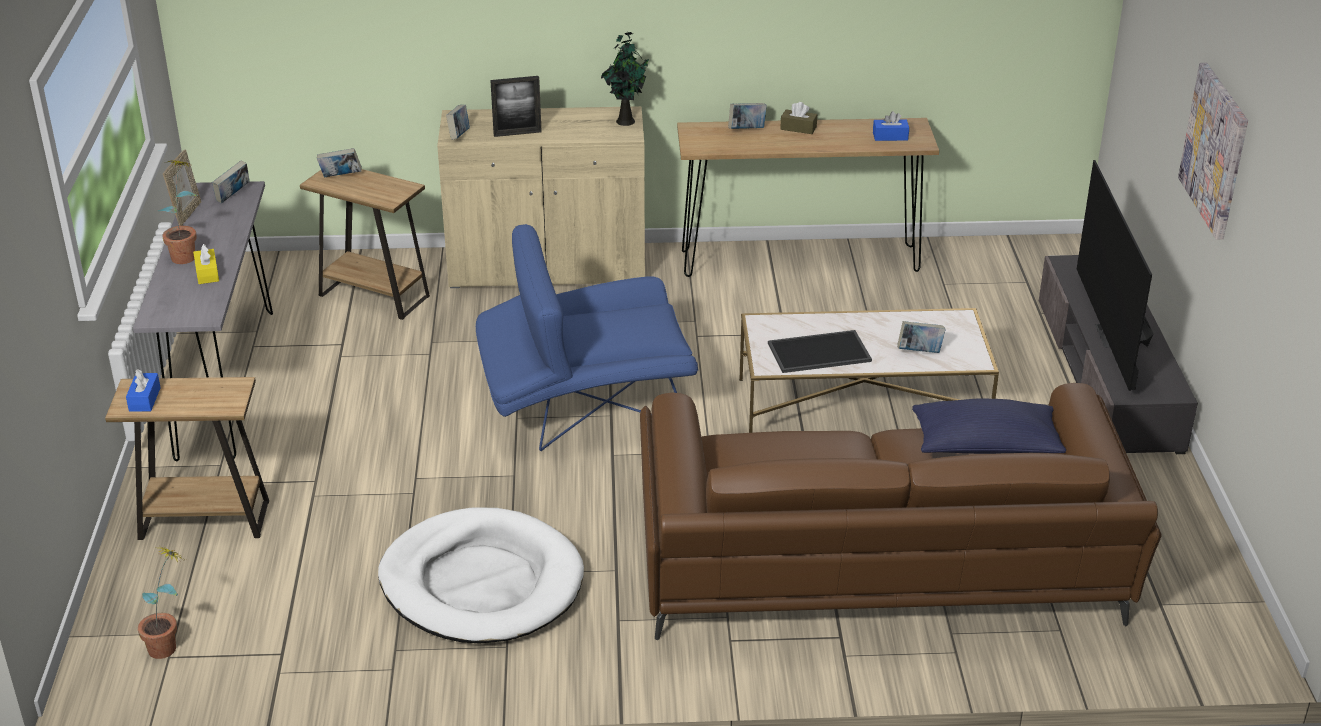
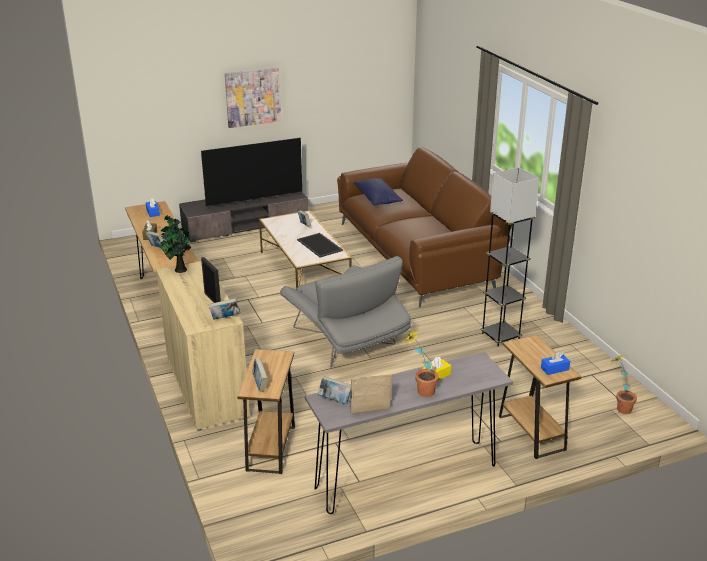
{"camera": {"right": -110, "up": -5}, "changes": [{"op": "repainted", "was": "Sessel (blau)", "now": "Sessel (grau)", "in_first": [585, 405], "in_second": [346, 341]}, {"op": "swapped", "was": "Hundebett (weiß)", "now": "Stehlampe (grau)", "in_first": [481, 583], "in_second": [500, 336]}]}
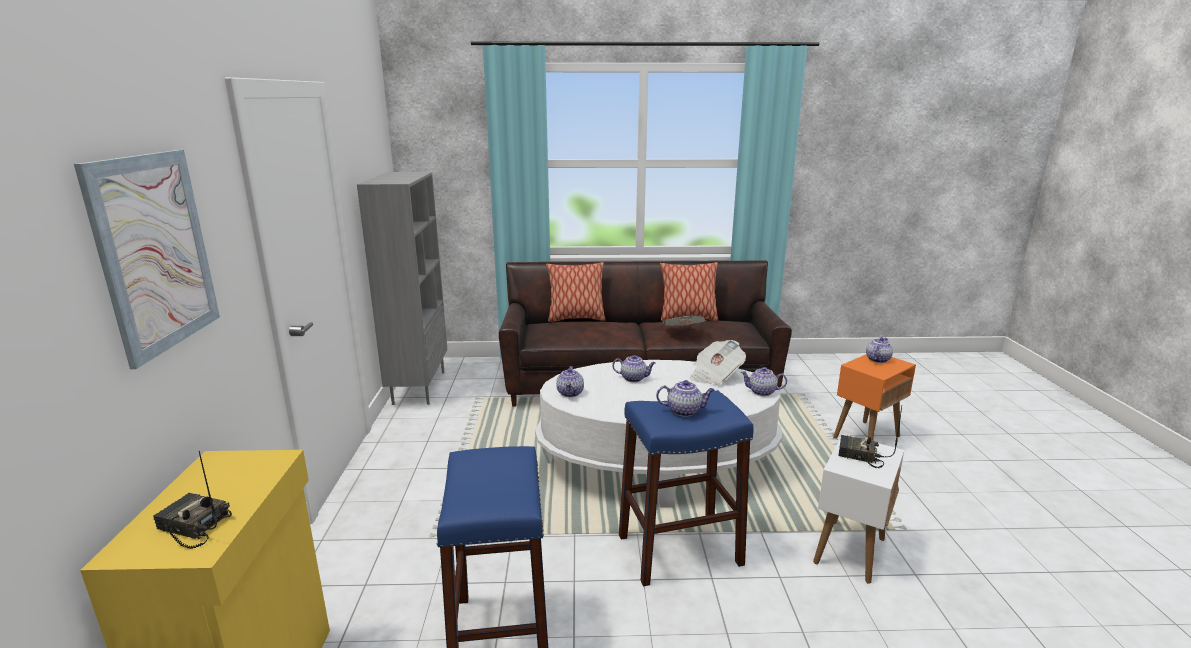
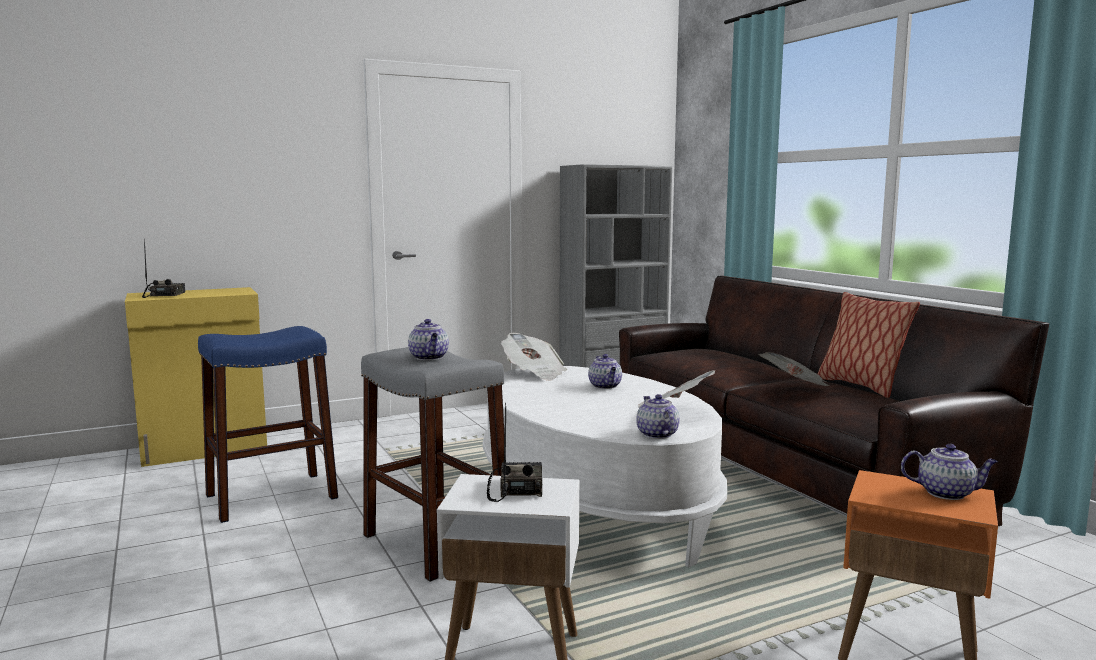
{"camera": {"right": 65, "up": -10}, "changes": [{"op": "gone", "was": "Bild", "in_first": [155, 252]}, {"op": "gone", "was": "Kissen", "in_first": [576, 318]}, {"op": "swapped", "was": "Teekanne", "now": "Zeitung", "in_first": [570, 393], "in_second": [534, 374]}, {"op": "repainted", "was": "Hocker (blau)", "now": "Hocker (grau)", "in_first": [680, 549], "in_second": [435, 543]}]}
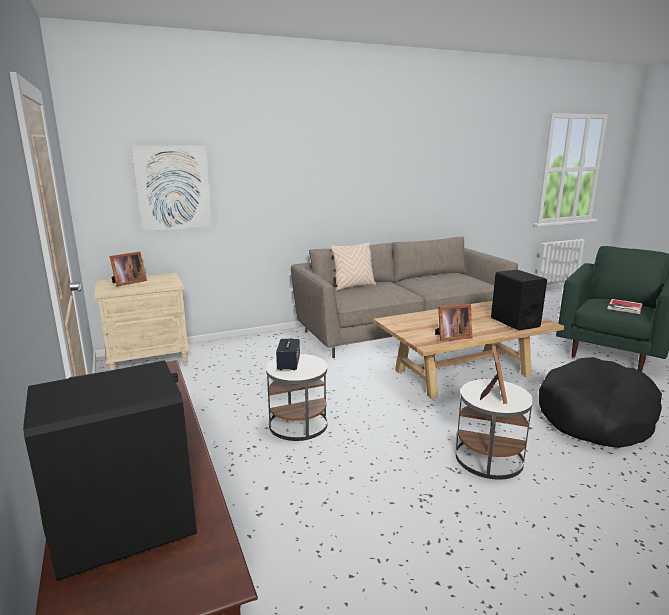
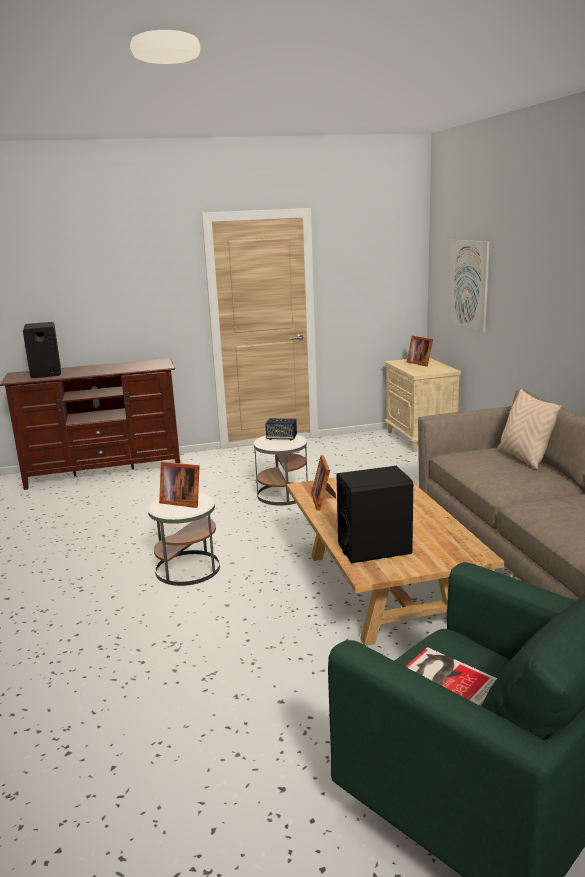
{"camera": {"right": 100, "up": 0}, "changes": [{"op": "gone", "was": "Hundebett (schwarz)", "in_first": [596, 417]}]}
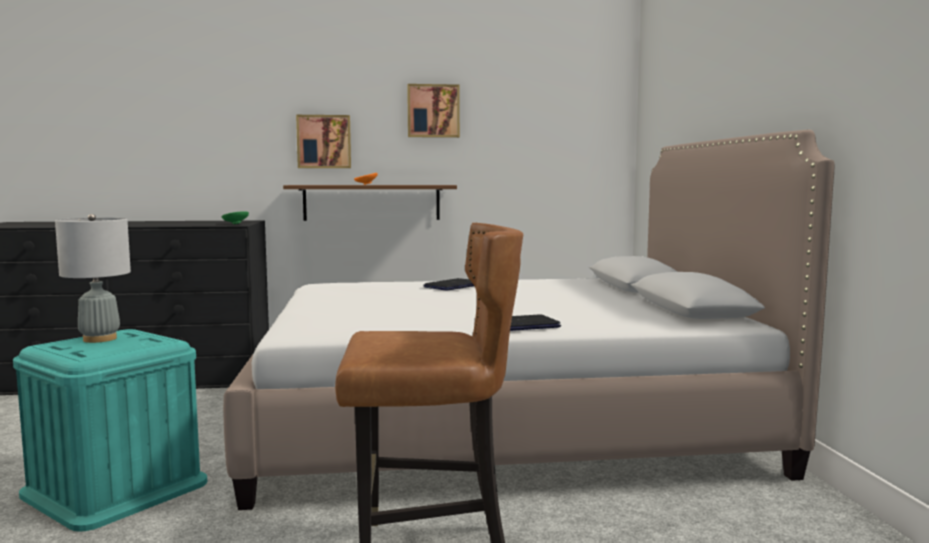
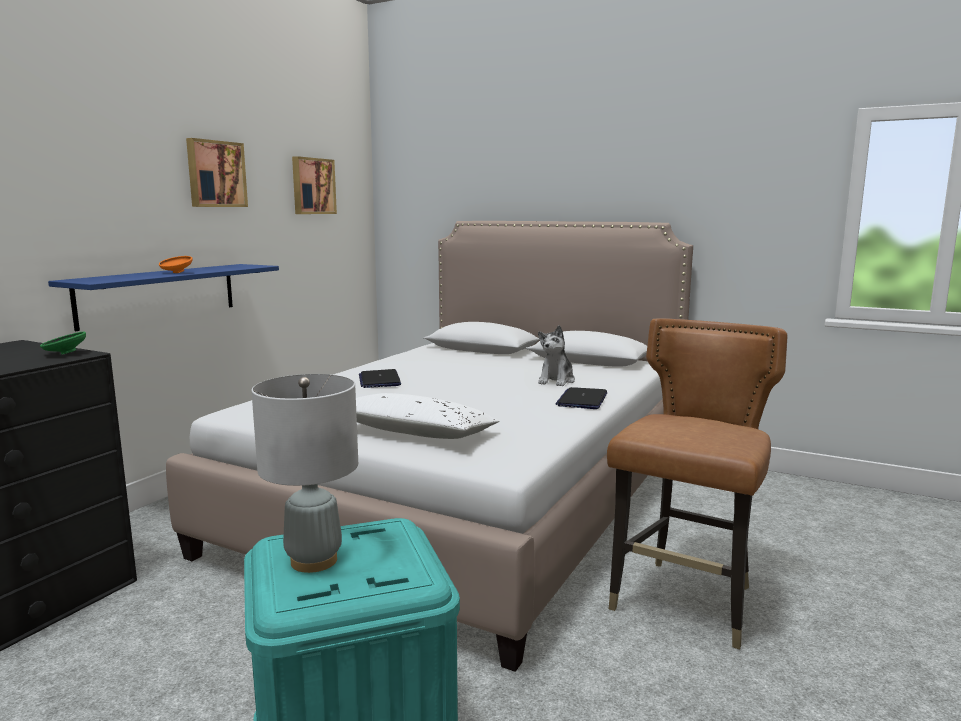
{"camera": {"right": -55, "up": 5}, "changes": [{"op": "shifted", "was": "Bild", "in_first": [324, 141], "in_second": [312, 186]}, {"op": "repainted", "was": "Wandregal (braun)", "now": "Wandregal (blau)", "in_first": [372, 202], "in_second": [159, 294]}, {"op": "new", "now": "Plüschtier", "in_second": [556, 381]}, {"op": "new", "now": "Kissen (weiß)", "in_second": [414, 433]}]}
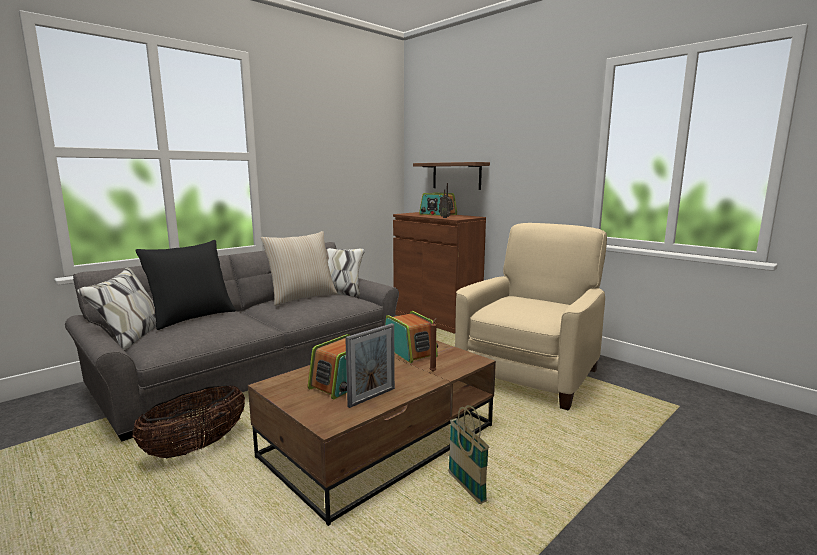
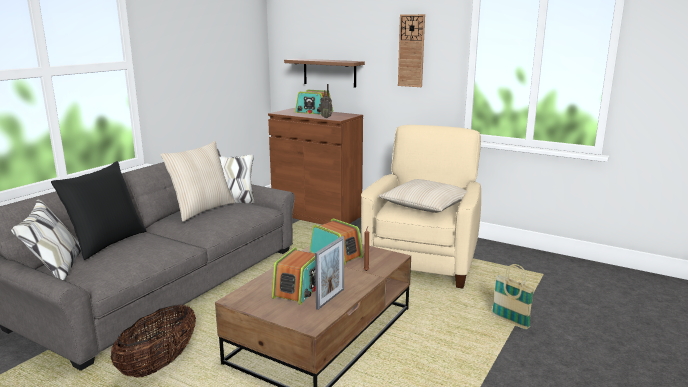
{"camera": {"right": -15, "up": 5}, "changes": [{"op": "shifted", "was": "Korb", "in_first": [466, 488], "in_second": [510, 322]}, {"op": "new", "now": "Wanduhr", "in_second": [411, 51]}, {"op": "new", "now": "Kissen (beige)", "in_second": [425, 205]}]}
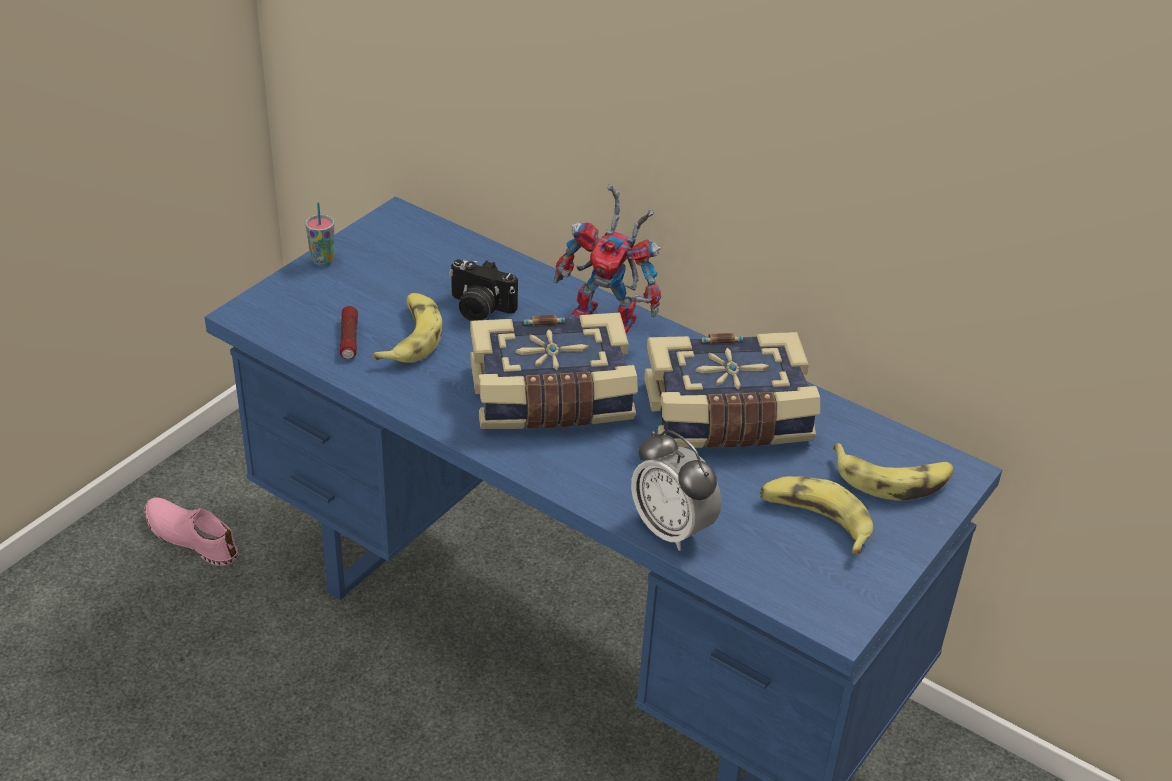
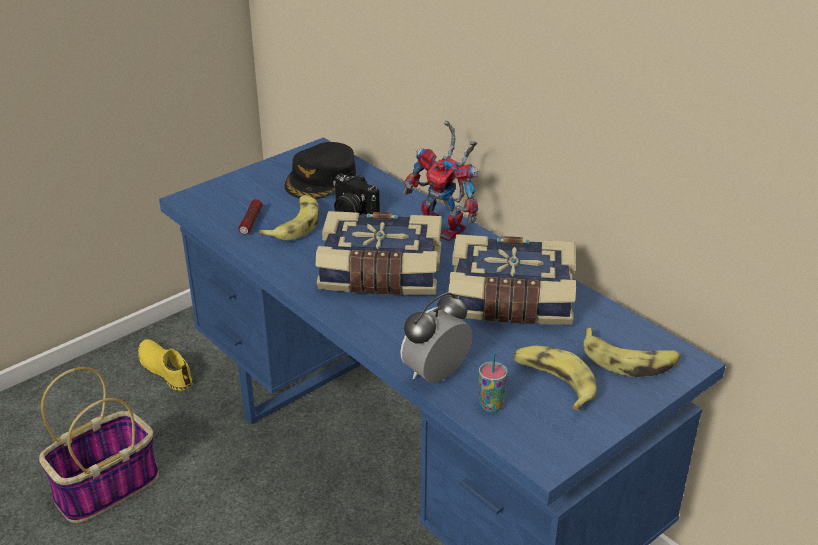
{"camera": {"right": 15, "up": -5}, "changes": [{"op": "shifted", "was": "Tasse", "in_first": [322, 261], "in_second": [490, 406]}, {"op": "rotated", "was": "Wecker", "in_first": [672, 529], "in_second": [436, 375], "clockwise": 75}, {"op": "repainted", "was": "Schuh (rosa)", "now": "Schuh (gelb)", "in_first": [191, 537], "in_second": [165, 369]}, {"op": "new", "now": "Kappe (schwarz)", "in_second": [321, 179]}, {"op": "new", "now": "Korb", "in_second": [107, 486]}]}
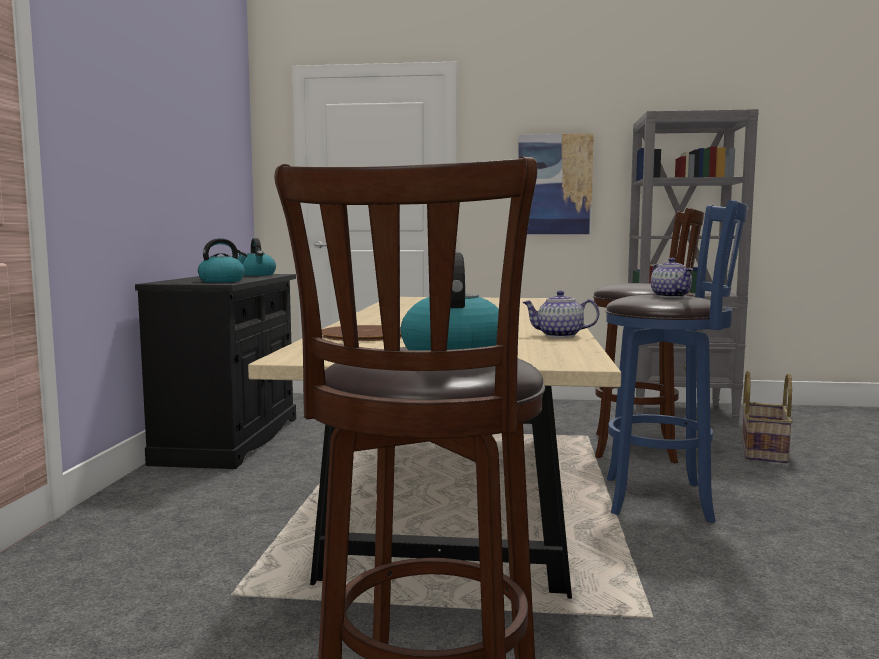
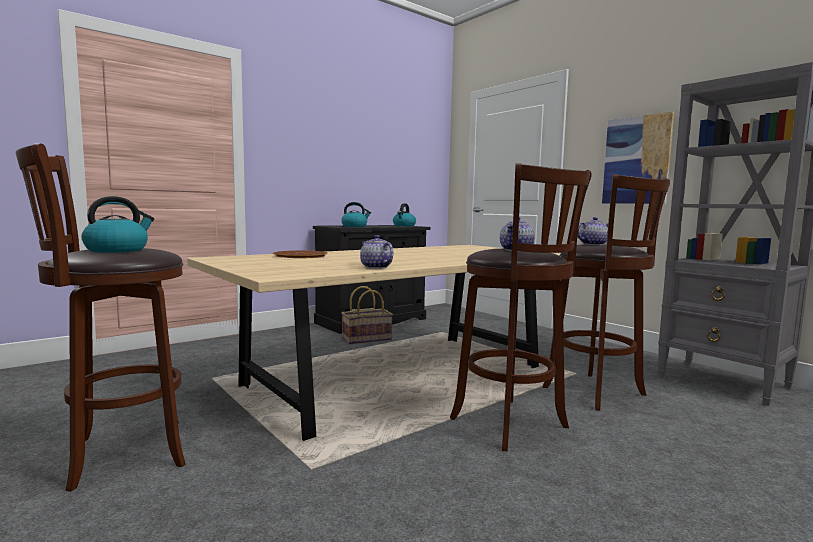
{"camera": {"right": 45, "up": 0}, "changes": [{"op": "repainted", "was": "Hocker (blau)", "now": "Hocker (braun)", "in_first": [664, 499], "in_second": [513, 425]}, {"op": "shifted", "was": "Korb", "in_first": [762, 451], "in_second": [366, 338]}, {"op": "new", "now": "Teekanne", "in_second": [592, 244]}]}
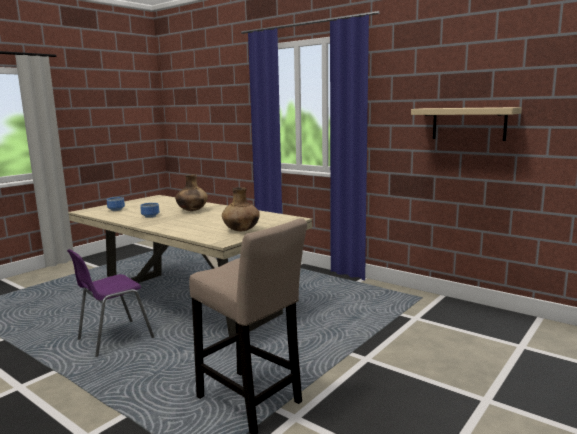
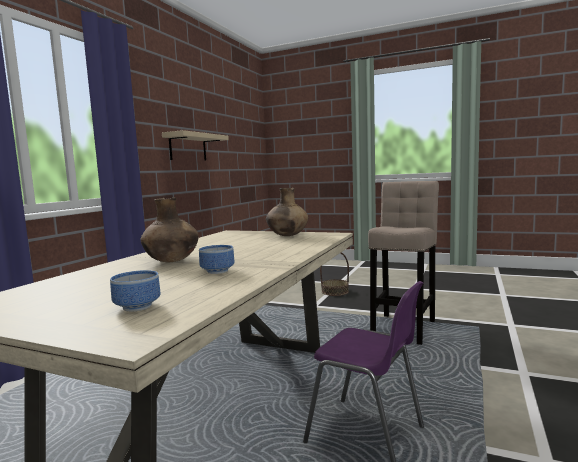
{"camera": {"right": -105, "up": -5}, "changes": [{"op": "new", "now": "Korb", "in_second": [335, 292]}]}
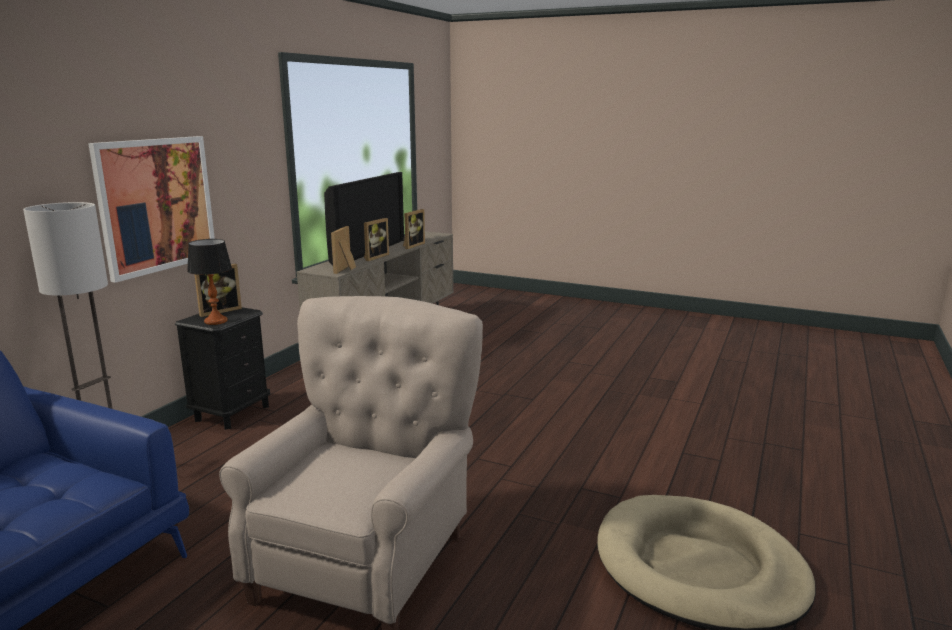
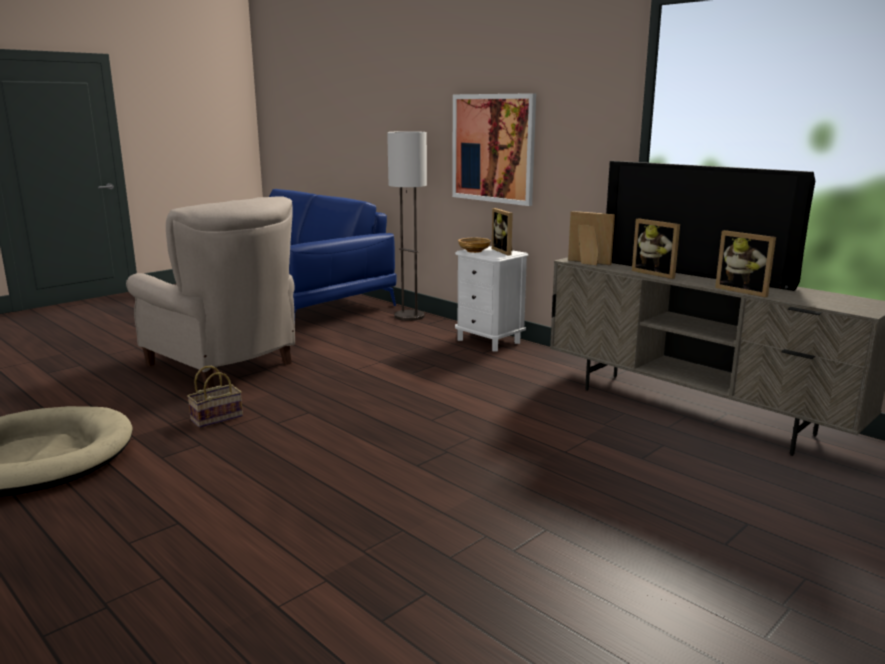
{"camera": {"right": 110, "up": 0}, "changes": [{"op": "swapped", "was": "Tischlampe", "now": "Schüssel (beige)", "in_first": [215, 321], "in_second": [474, 251]}, {"op": "repainted", "was": "Nachttisch (schwarz)", "now": "Nachttisch (weiß)", "in_first": [232, 413], "in_second": [488, 341]}, {"op": "new", "now": "Korb", "in_second": [217, 417]}]}
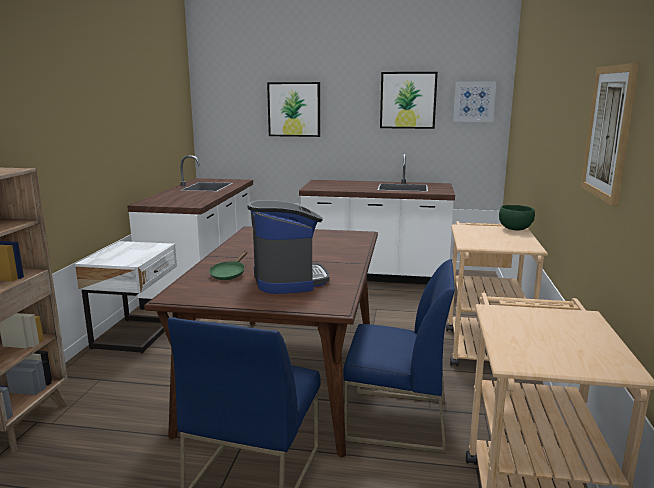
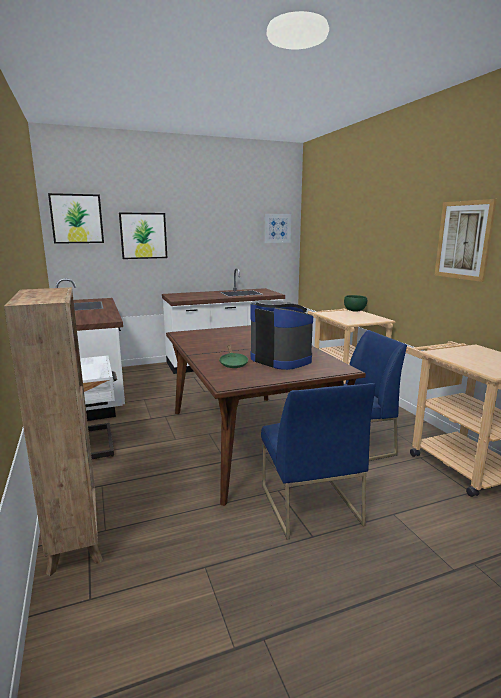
{"camera": {"right": -30, "up": 0}, "changes": [{"op": "shifted", "was": "Bild", "in_first": [408, 100], "in_second": [77, 219]}]}
